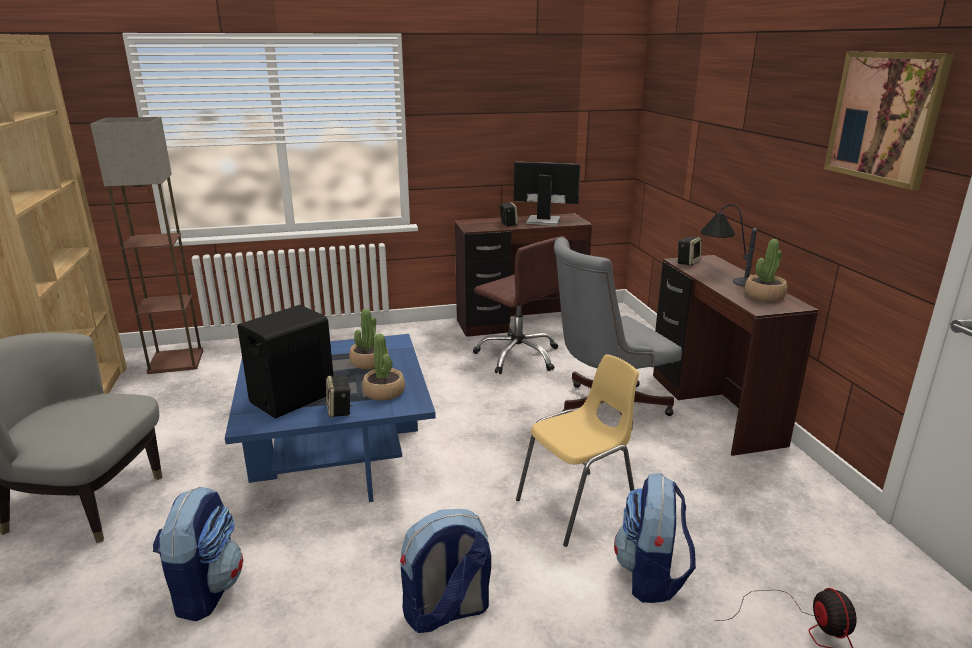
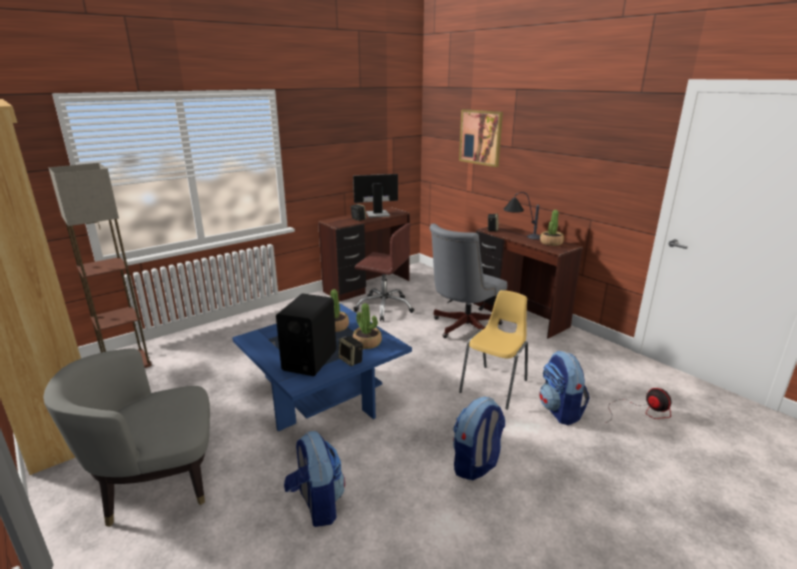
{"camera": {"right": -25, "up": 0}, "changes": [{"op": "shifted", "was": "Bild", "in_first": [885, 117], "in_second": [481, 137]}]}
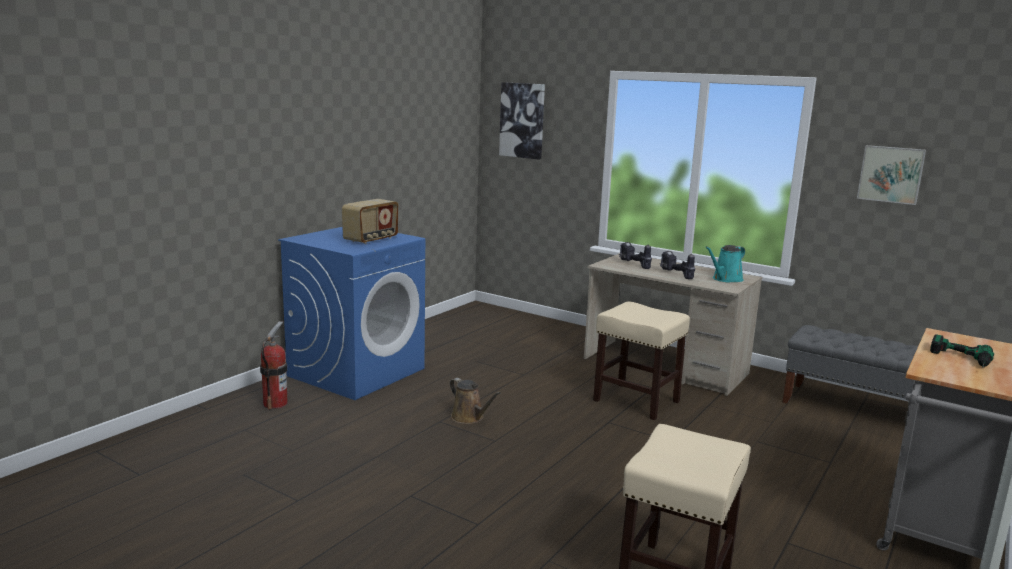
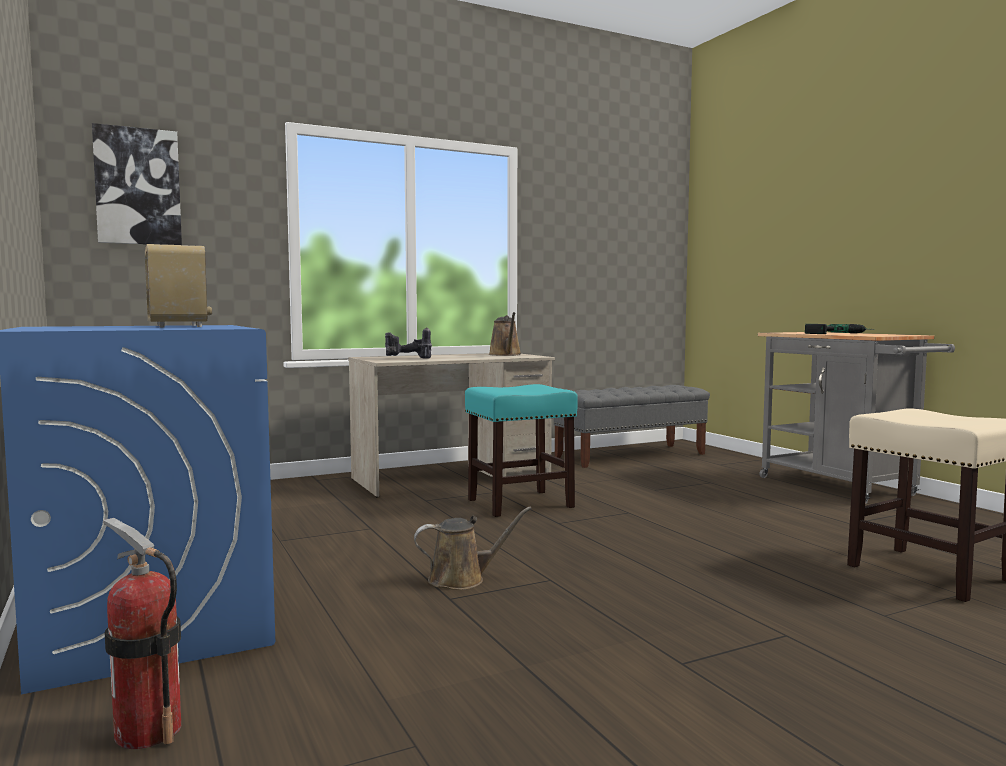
{"camera": {"right": -60, "up": -10}, "changes": [{"op": "gone", "was": "Bild", "in_first": [891, 174]}, {"op": "repainted", "was": "Gießkanne (türkis)", "now": "Gießkanne (braun)", "in_first": [725, 279], "in_second": [505, 355]}, {"op": "gone", "was": "Bohrmaschine", "in_first": [675, 275]}, {"op": "repainted", "was": "Hocker (beige)", "now": "Hocker (türkis)", "in_first": [635, 401], "in_second": [519, 503]}]}
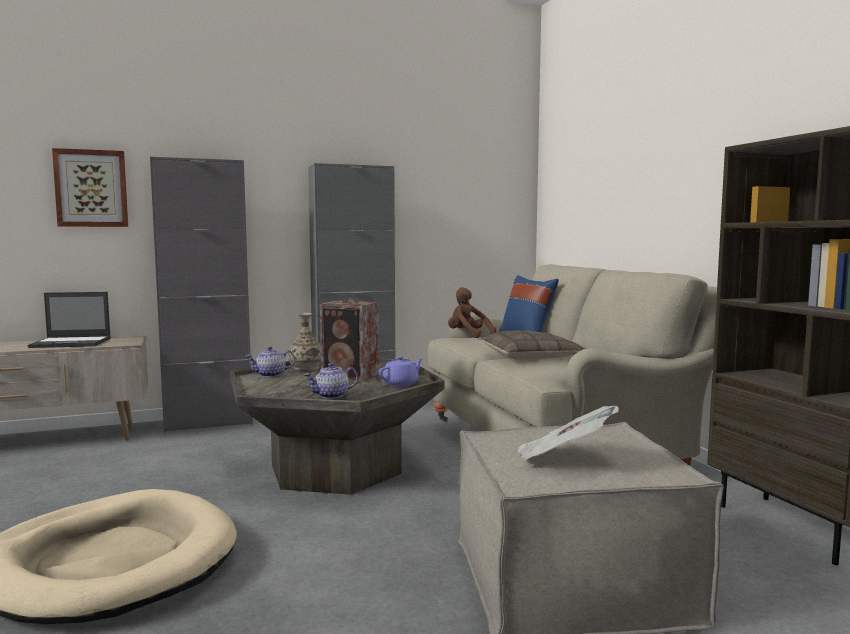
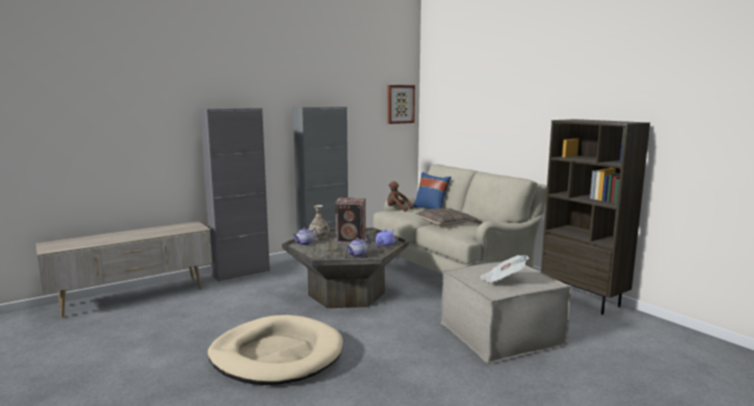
{"camera": {"right": -15, "up": 5}, "changes": [{"op": "shifted", "was": "Bild", "in_first": [91, 188], "in_second": [400, 104]}, {"op": "gone", "was": "Laptop", "in_first": [72, 343]}]}
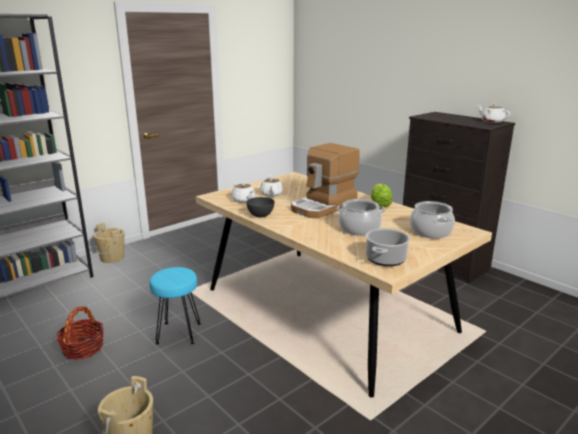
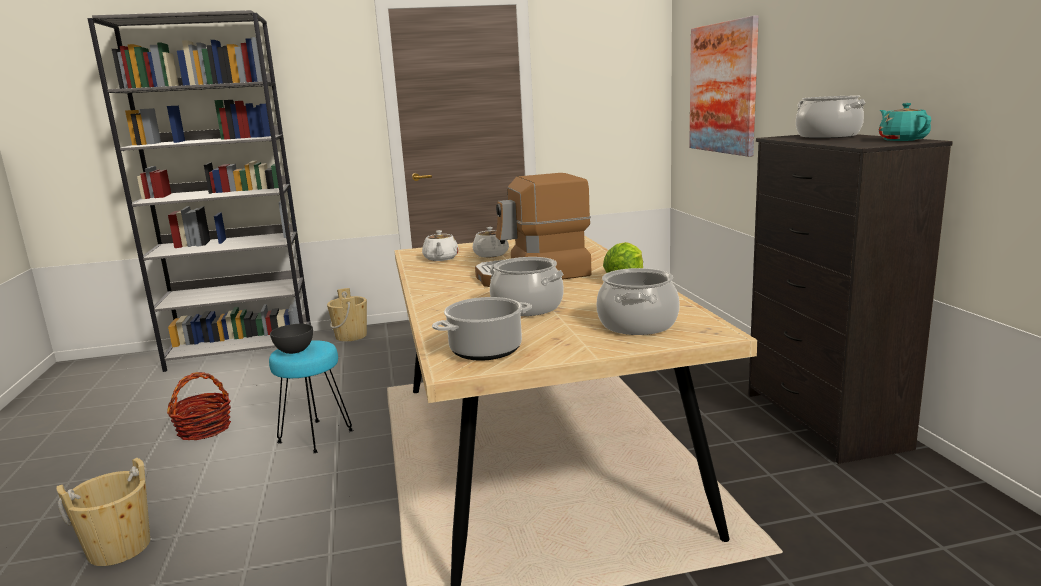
{"camera": {"right": 30, "up": -5}, "changes": [{"op": "repainted", "was": "Teekanne (weiß)", "now": "Teekanne (türkis)", "in_first": [491, 121], "in_second": [902, 140]}, {"op": "shifted", "was": "Schüssel (grau)", "in_first": [260, 215], "in_second": [294, 351]}, {"op": "new", "now": "Bild", "in_second": [723, 88]}, {"op": "new", "now": "Kochtopf", "in_second": [828, 136]}]}
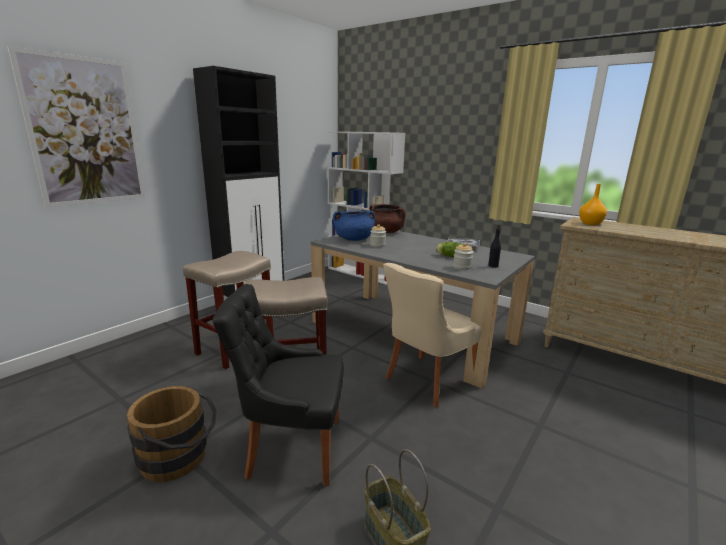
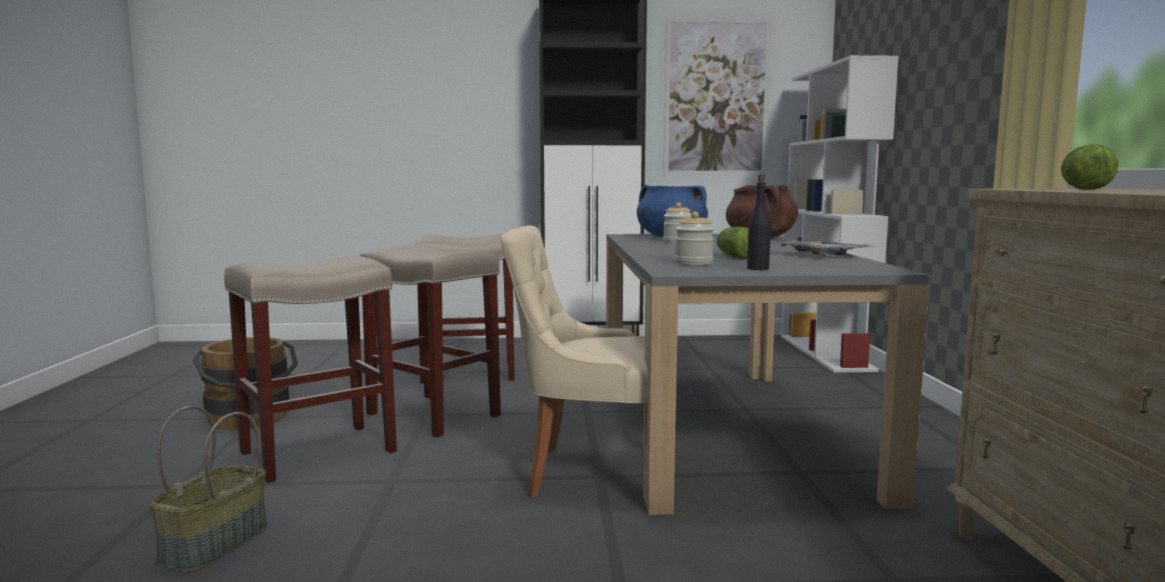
{"camera": {"right": 50, "up": -10}, "changes": [{"op": "shifted", "was": "Bild", "in_first": [85, 132], "in_second": [716, 98]}, {"op": "swapped", "was": "Vase (orange)", "now": "Salatkopf", "in_first": [590, 223], "in_second": [1083, 189]}, {"op": "swapped", "was": "Stuhl (schwarz)", "now": "Hocker (beige)", "in_first": [291, 447], "in_second": [320, 451]}]}
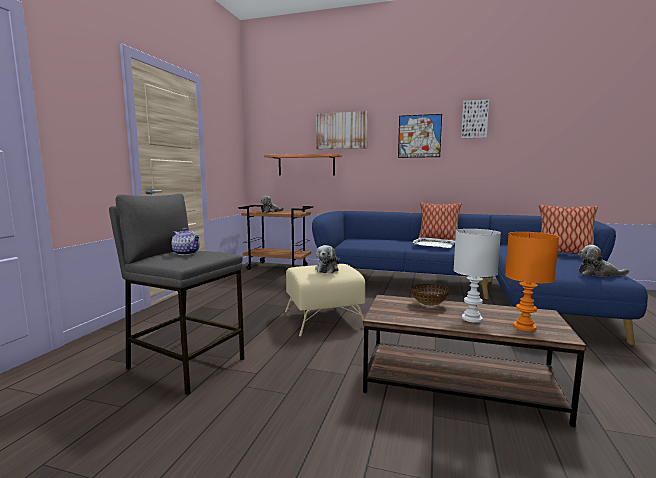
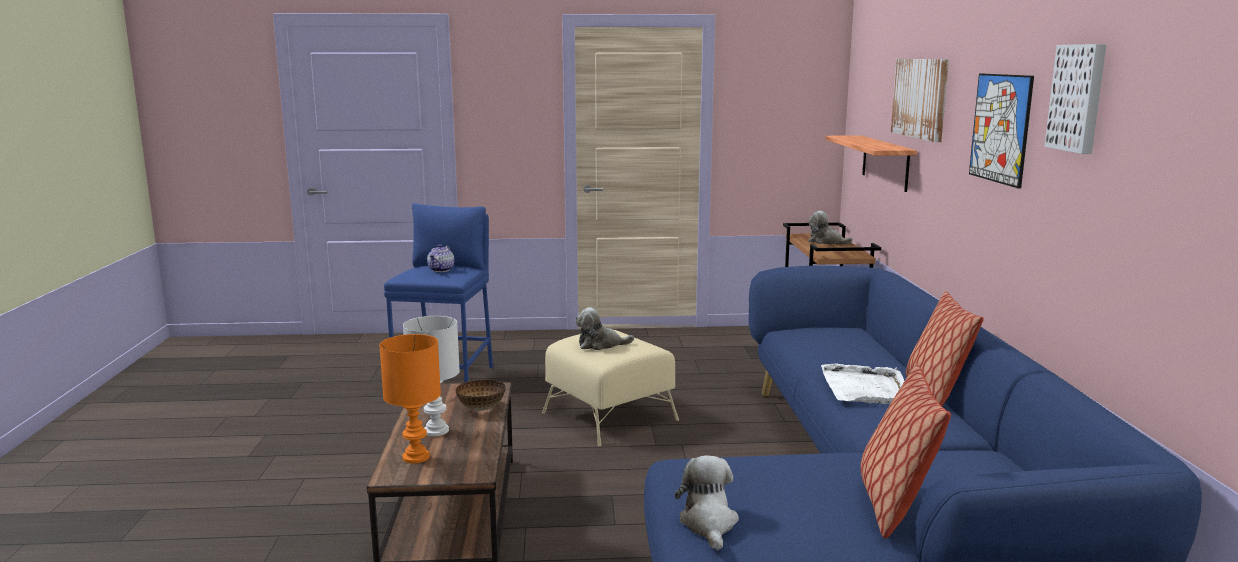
{"camera": {"right": 70, "up": 5}, "changes": [{"op": "repainted", "was": "Hocker (grau)", "now": "Hocker (blau)", "in_first": [186, 364], "in_second": [447, 380]}]}
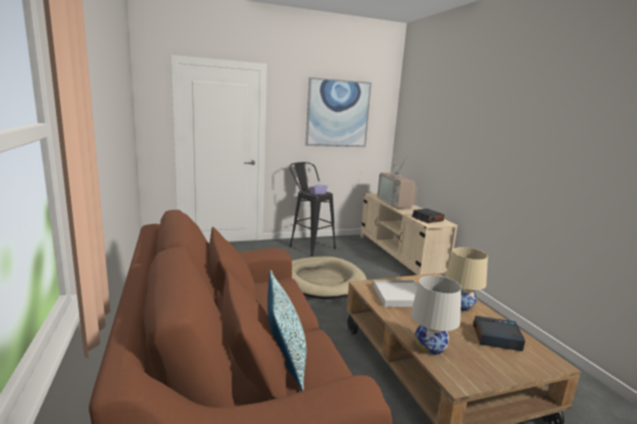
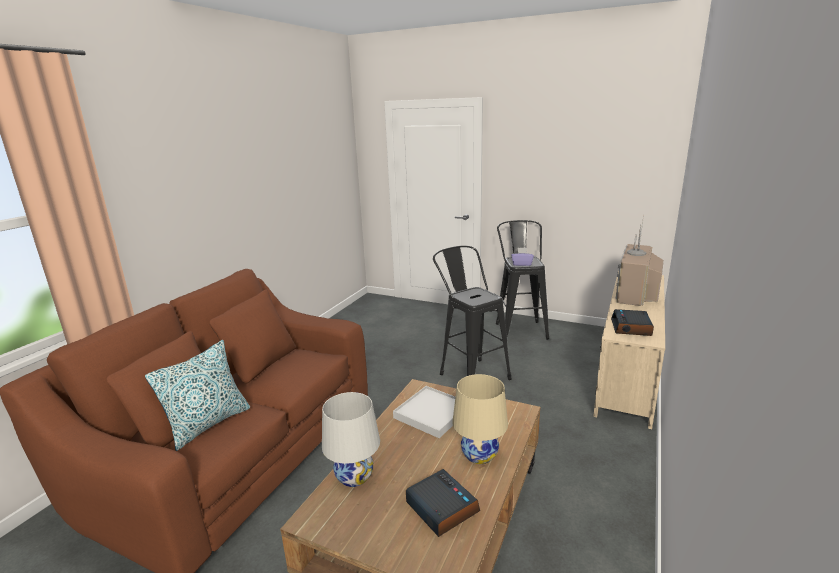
{"camera": {"right": 45, "up": 5}, "changes": [{"op": "gone", "was": "Bild", "in_first": [338, 113]}, {"op": "swapped", "was": "Hundebett (beige)", "now": "Hocker (schwarz)", "in_first": [322, 281], "in_second": [470, 373]}]}
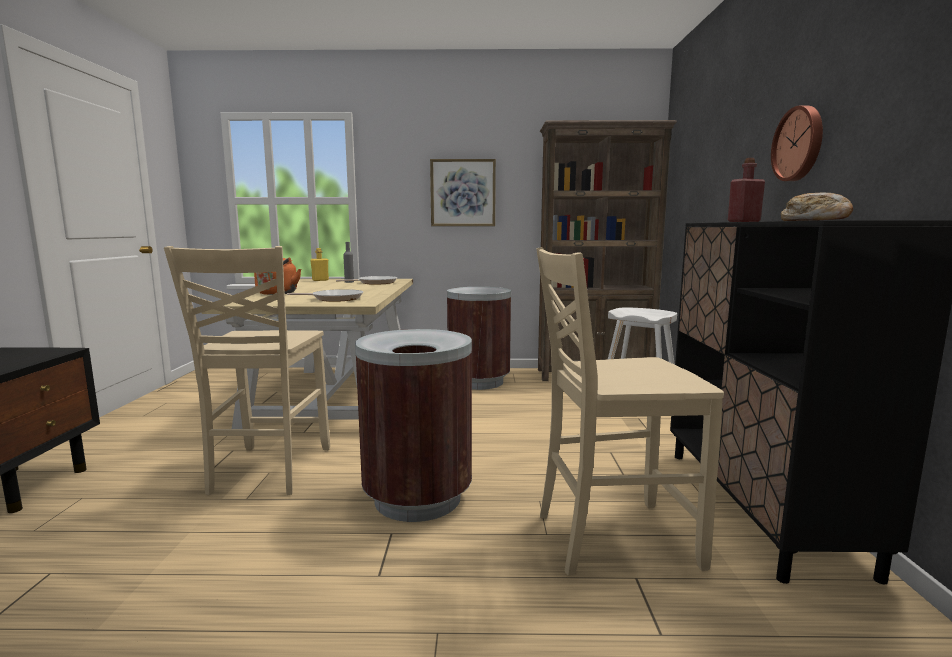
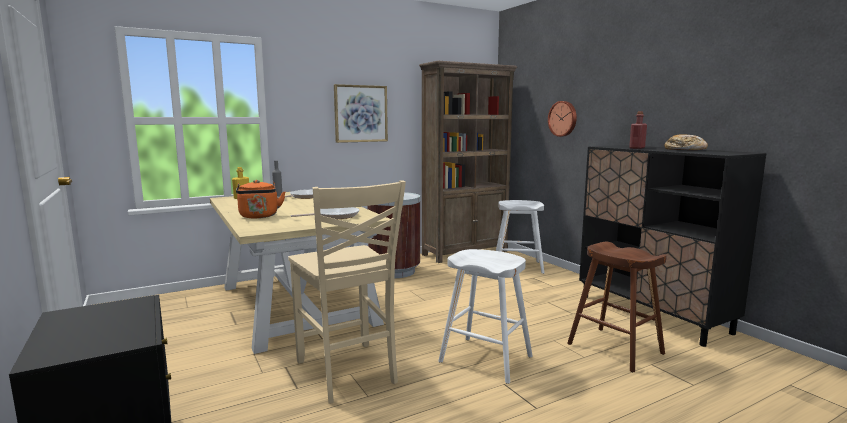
{"camera": {"right": -30, "up": 0}, "changes": [{"op": "shifted", "was": "Wanduhr", "in_first": [799, 144], "in_second": [563, 118]}, {"op": "swapped", "was": "Stuhl (beige)", "now": "Hocker (braun)", "in_first": [611, 538], "in_second": [615, 349]}, {"op": "swapped", "was": "Mülleimer (braun)", "now": "Hocker (weiß)", "in_first": [418, 498], "in_second": [485, 359]}]}
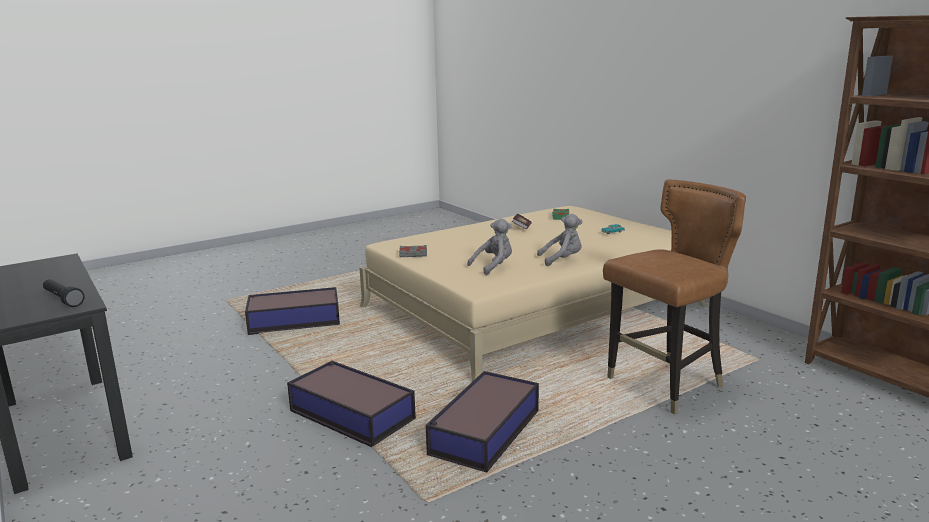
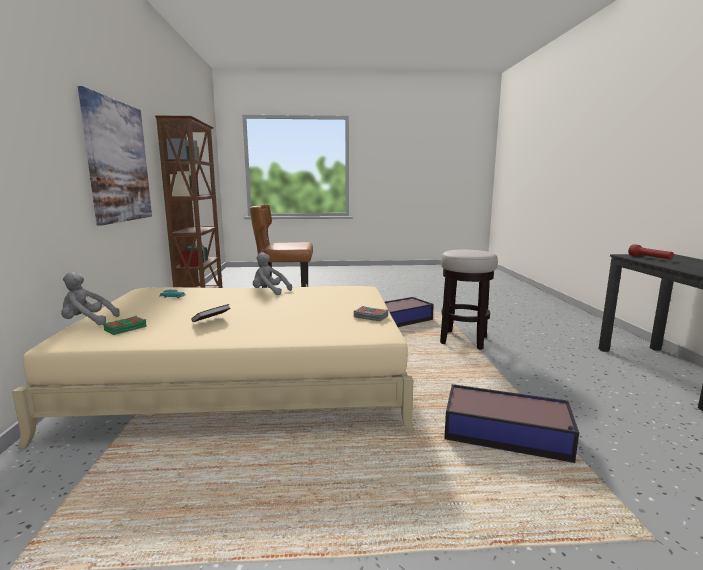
{"camera": {"right": -150, "up": -5}, "changes": [{"op": "shifted", "was": "Plüschtier (grau)", "in_first": [494, 266], "in_second": [87, 322]}, {"op": "repainted", "was": "Taschenlampe (schwarz)", "now": "Taschenlampe (rot)", "in_first": [63, 299], "in_second": [650, 258]}, {"op": "swapped", "was": "Aufbewahrungsbox", "now": "Hocker", "in_first": [351, 414], "in_second": [463, 340]}, {"op": "new", "now": "Bild", "in_second": [118, 161]}]}
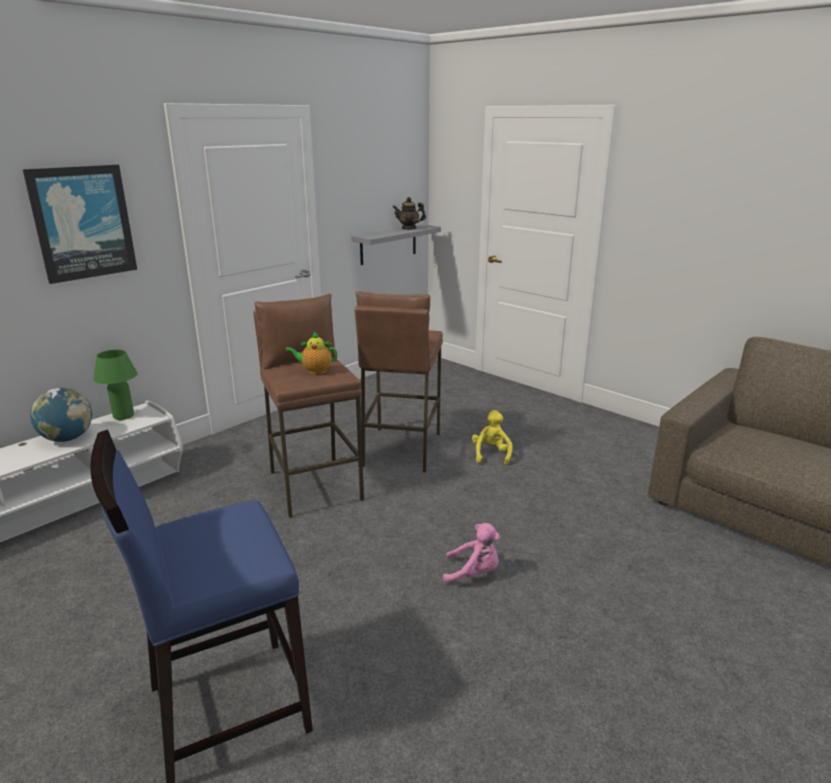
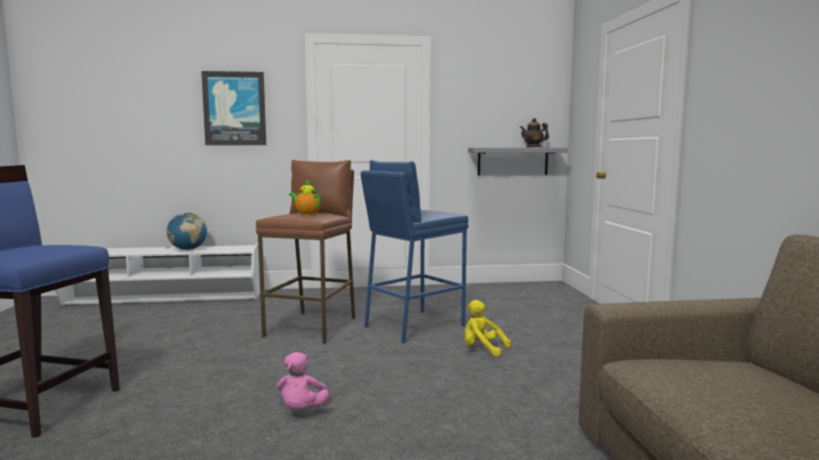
{"camera": {"right": 40, "up": -15}, "changes": [{"op": "repainted", "was": "Hocker (braun)", "now": "Hocker (blau)", "in_first": [400, 449], "in_second": [413, 326]}, {"op": "gone", "was": "Tischlampe (grün)", "in_first": [123, 416]}, {"op": "rotated", "was": "Plüschtier (gelb)", "in_first": [491, 454], "in_second": [482, 349], "clockwise": -105}, {"op": "rotated", "was": "Plüschtier (rosa)", "in_first": [473, 573], "in_second": [302, 410], "clockwise": 45}]}
